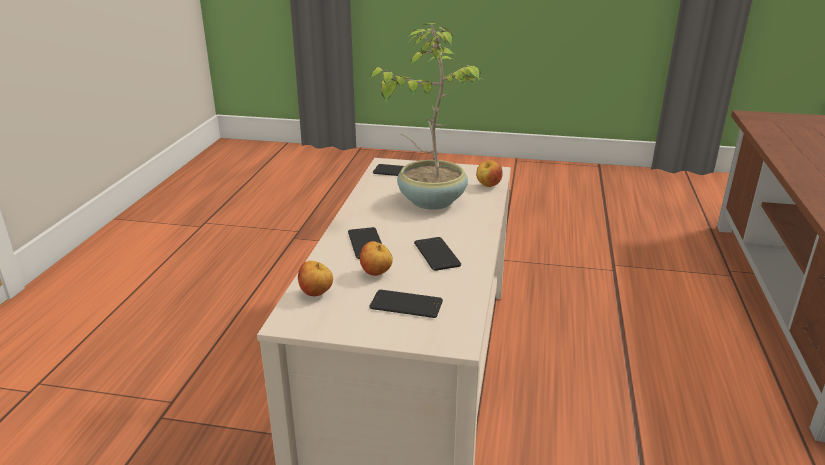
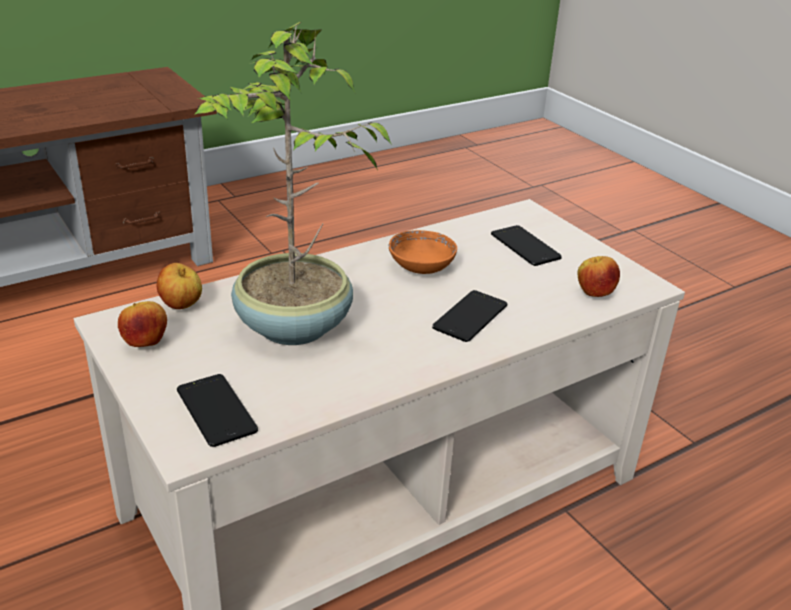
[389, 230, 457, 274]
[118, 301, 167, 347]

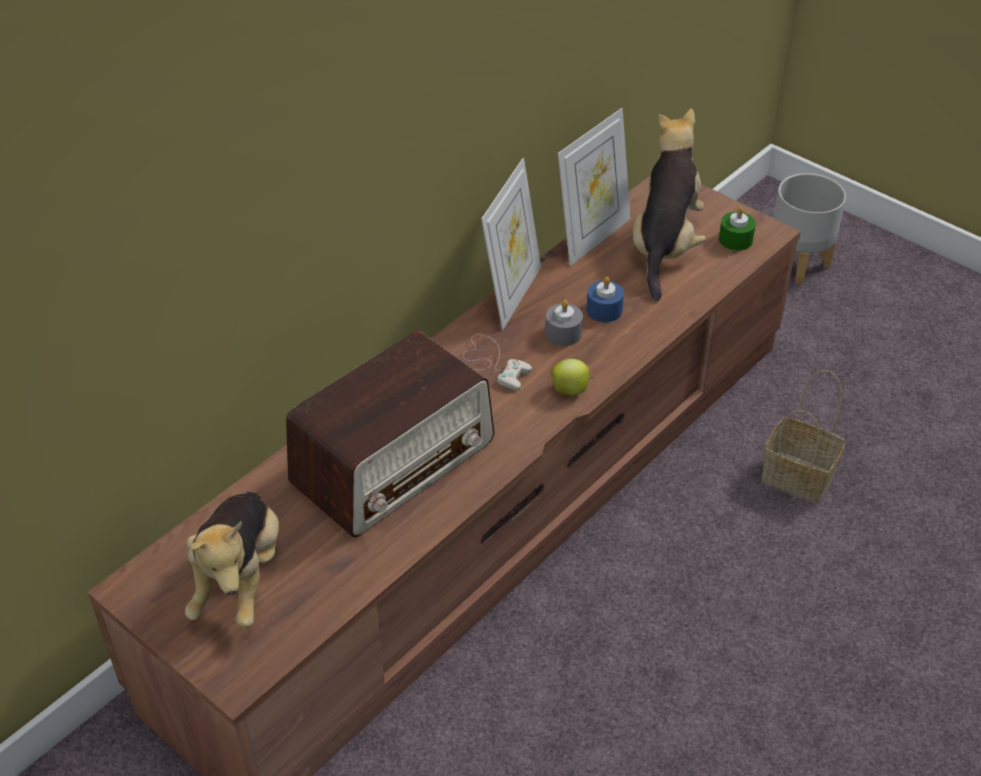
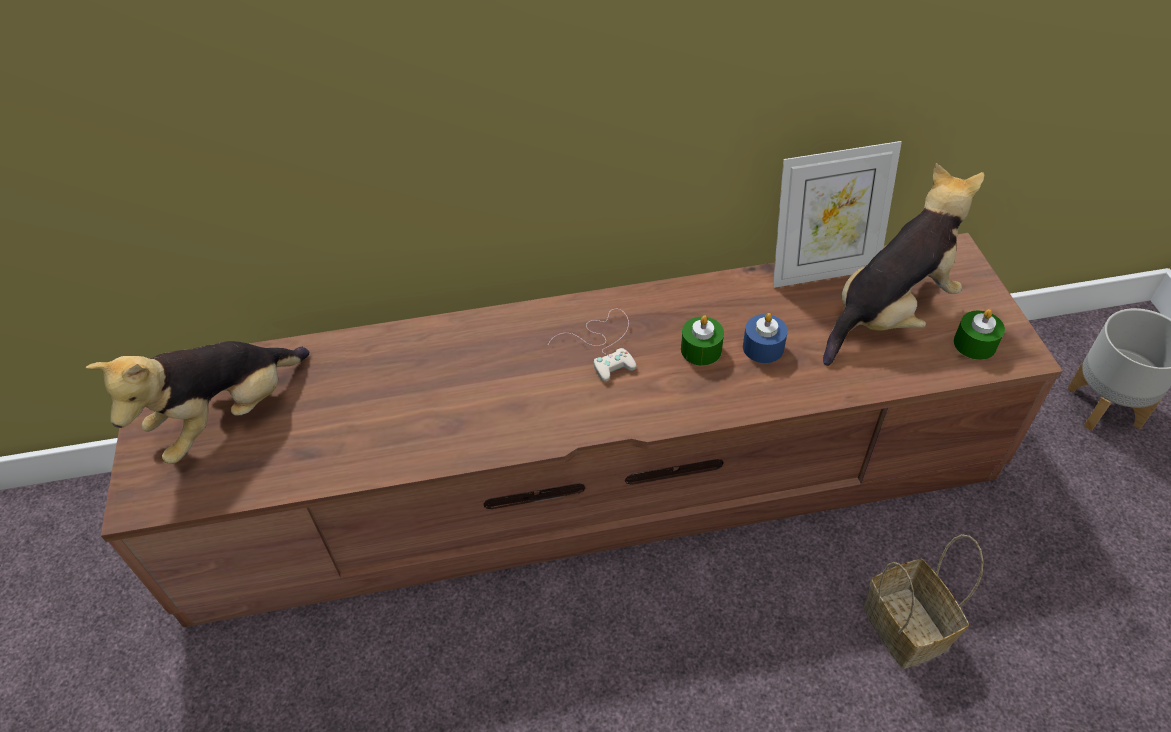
[481, 158, 541, 330] (first image)
[681, 315, 724, 366]
[286, 330, 494, 537] (first image)
[551, 359, 593, 395] (first image)

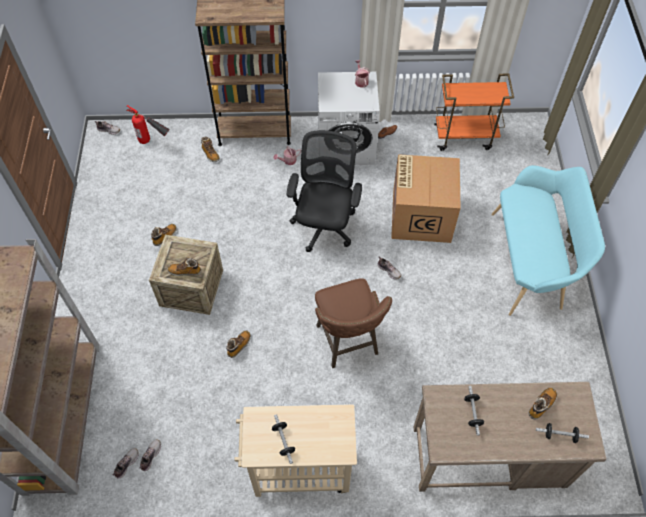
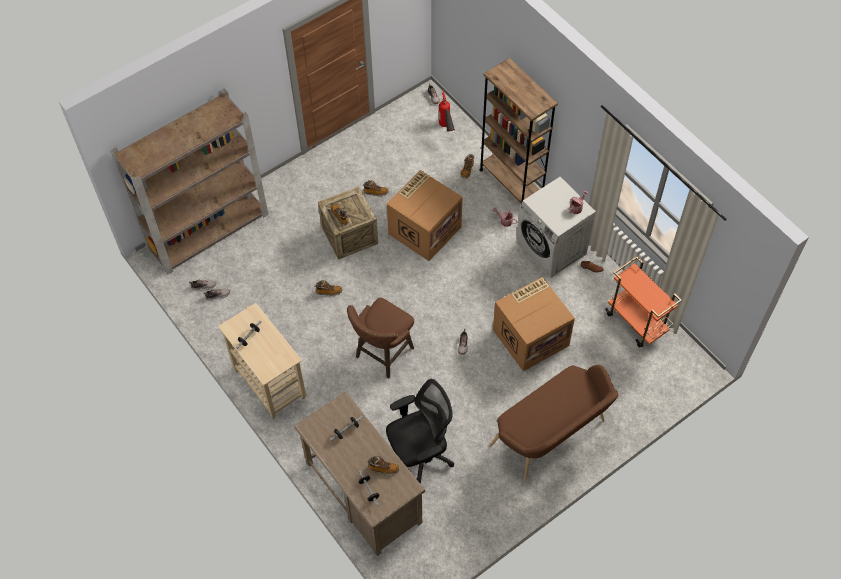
[386, 379, 454, 483]
[490, 365, 618, 480]
[387, 170, 463, 261]

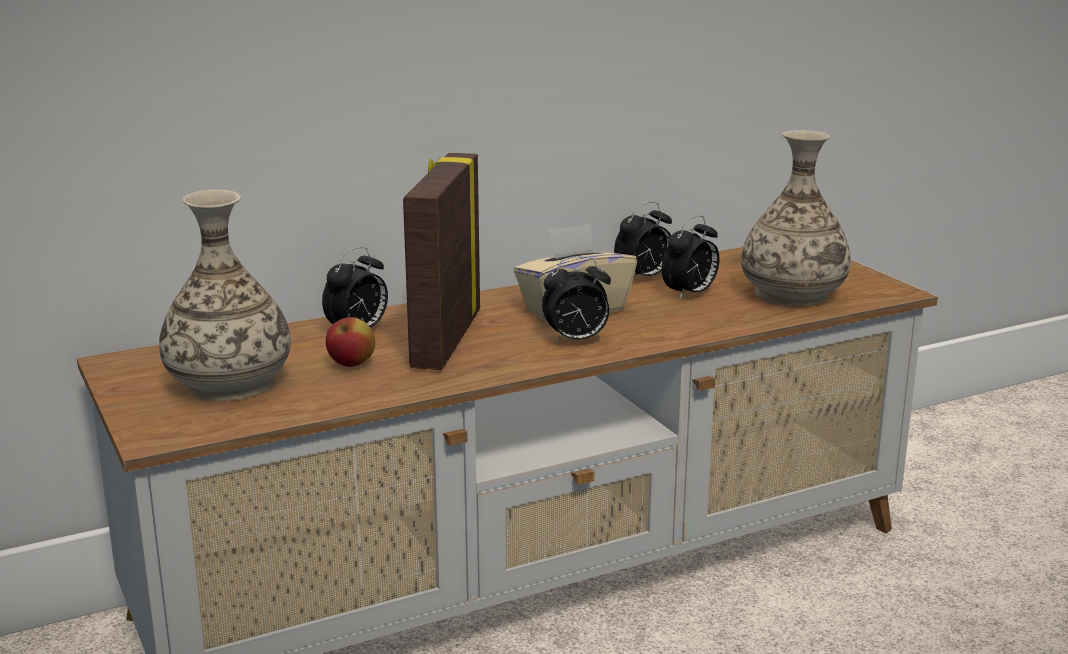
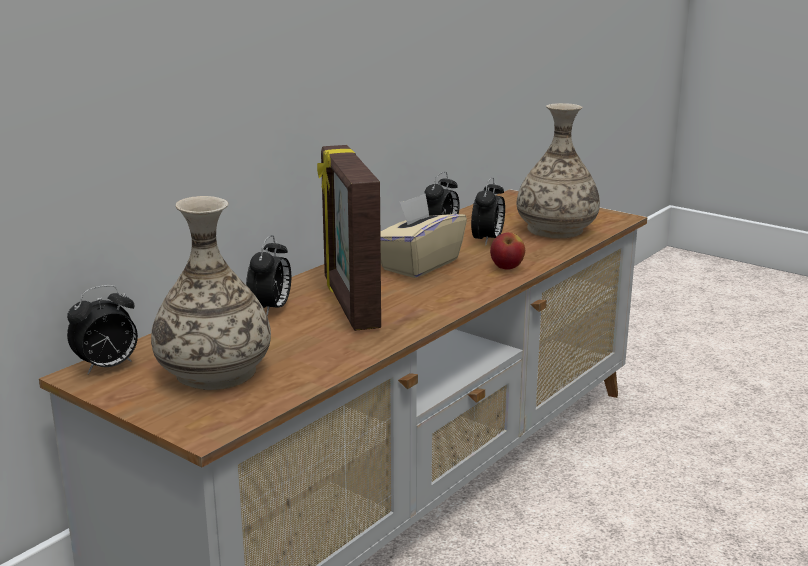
[67, 285, 138, 374]
[490, 232, 525, 270]

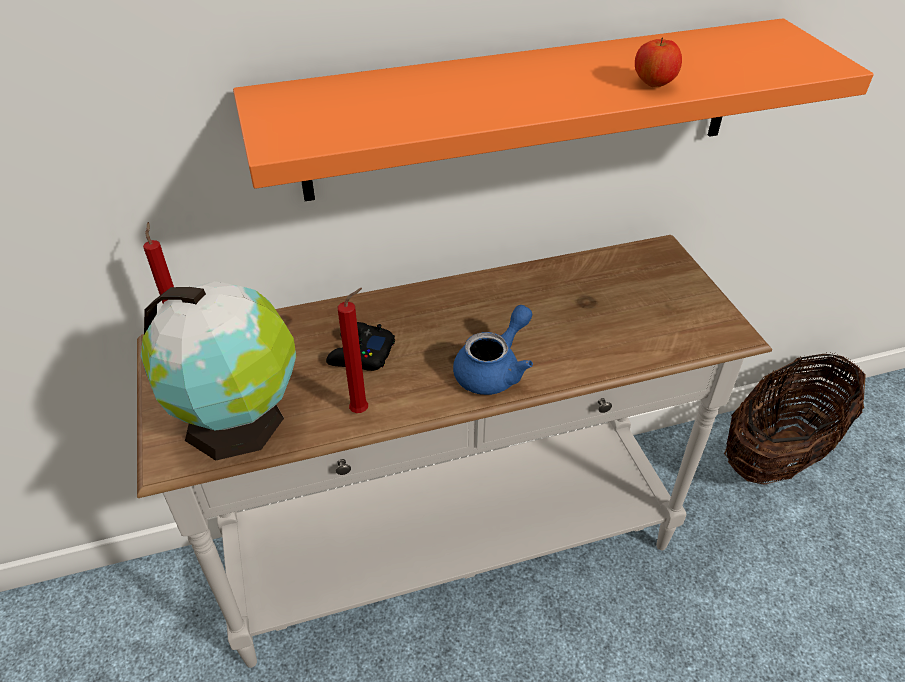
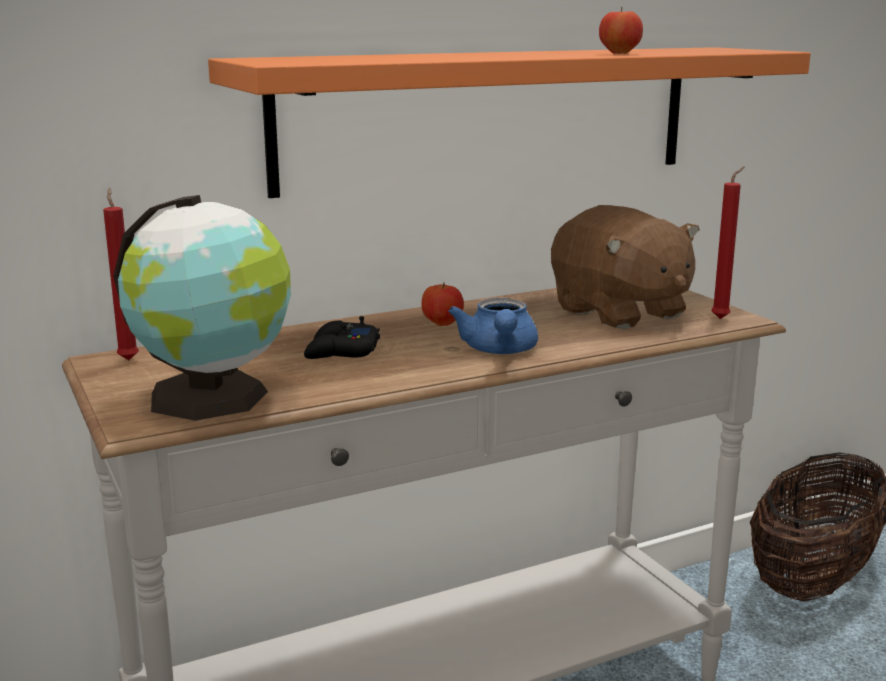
[711, 166, 744, 319]
[448, 298, 538, 354]
[551, 205, 700, 329]
[421, 283, 464, 326]

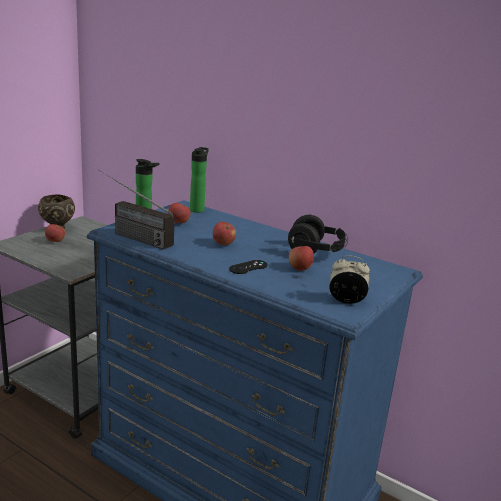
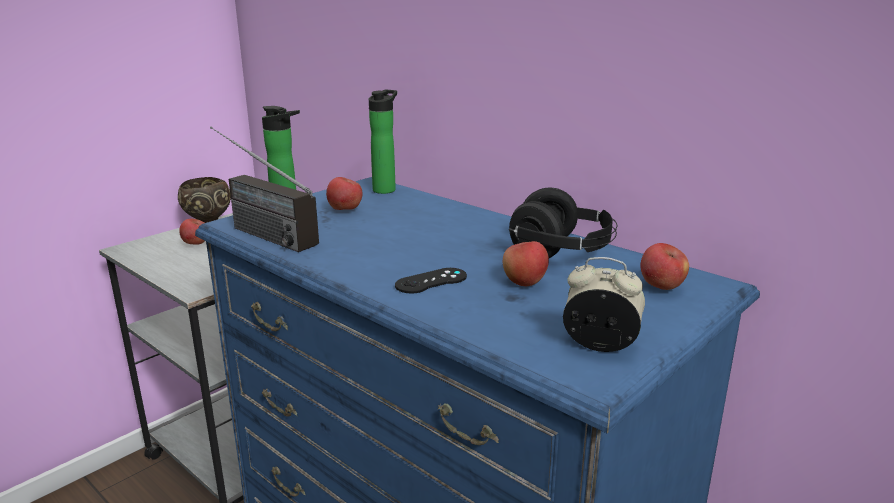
[640, 243, 689, 290]

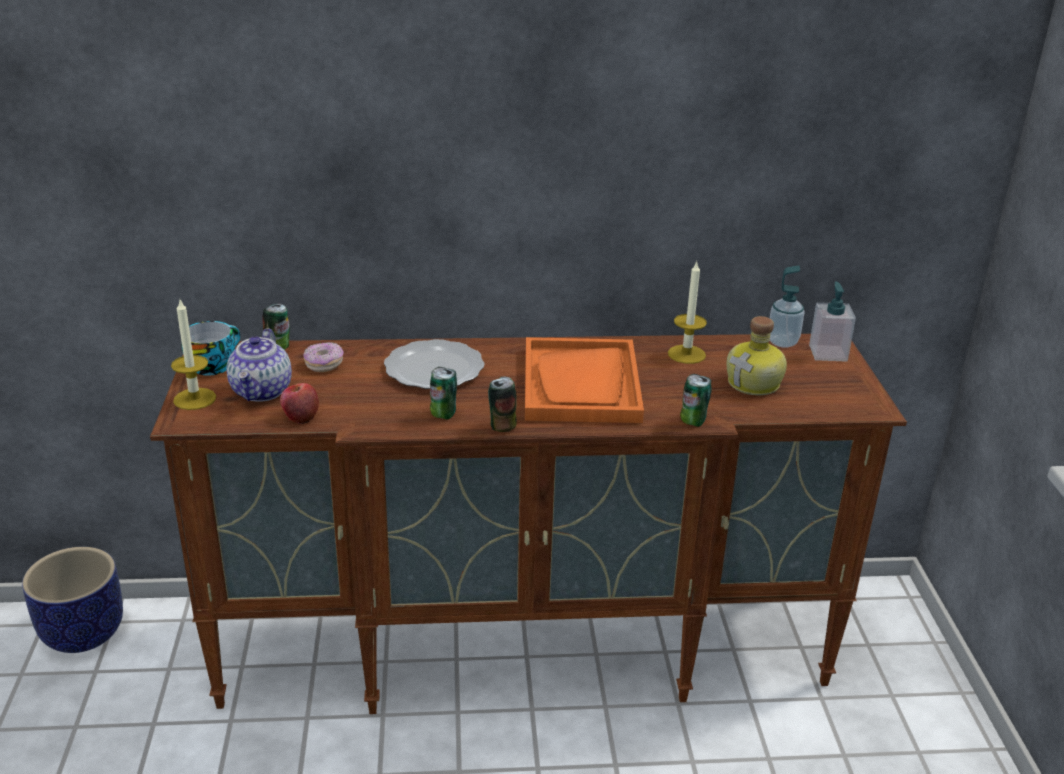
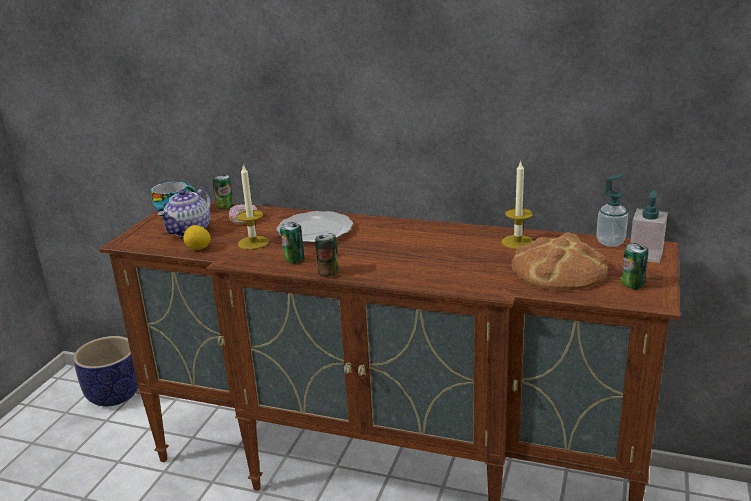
[237, 164, 269, 250]
[512, 232, 608, 290]
[525, 337, 644, 423] (first image)
[621, 243, 649, 290]
[183, 225, 211, 250]

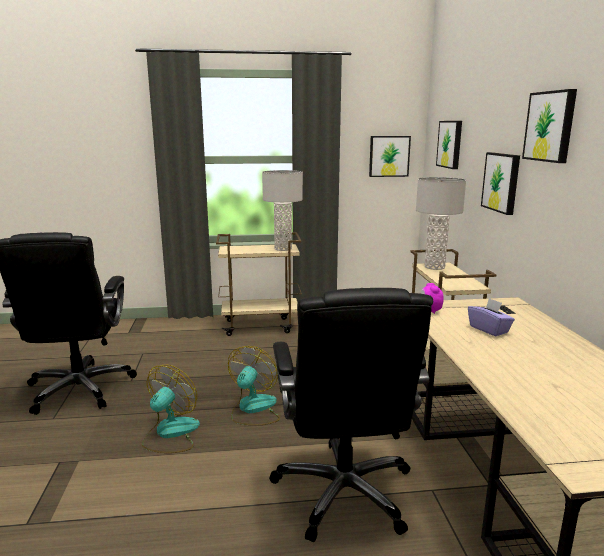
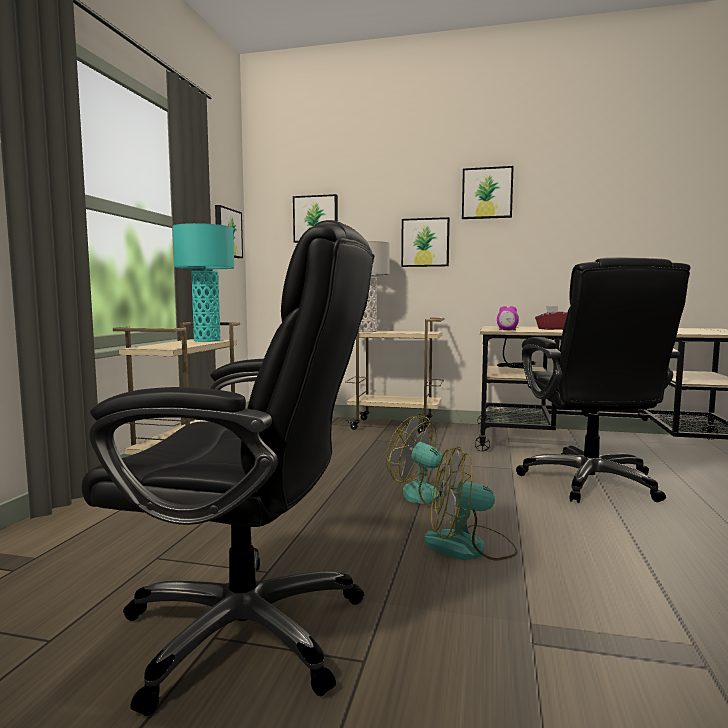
[173, 223, 234, 342]
[516, 257, 691, 503]
[535, 306, 568, 330]
[424, 446, 518, 561]

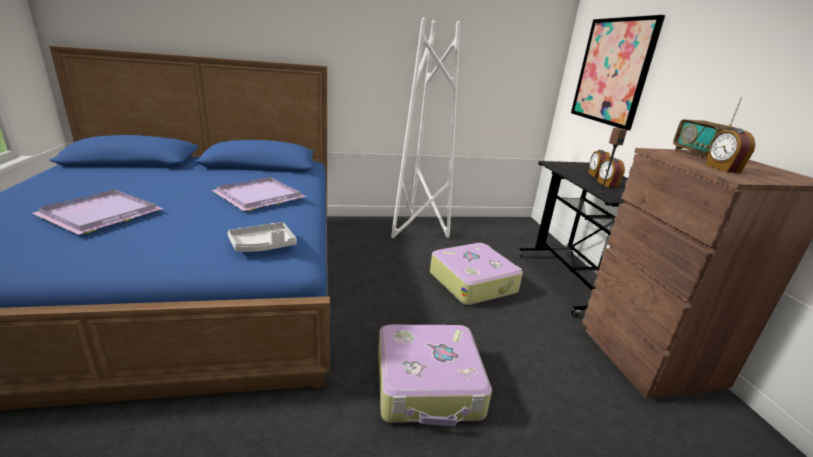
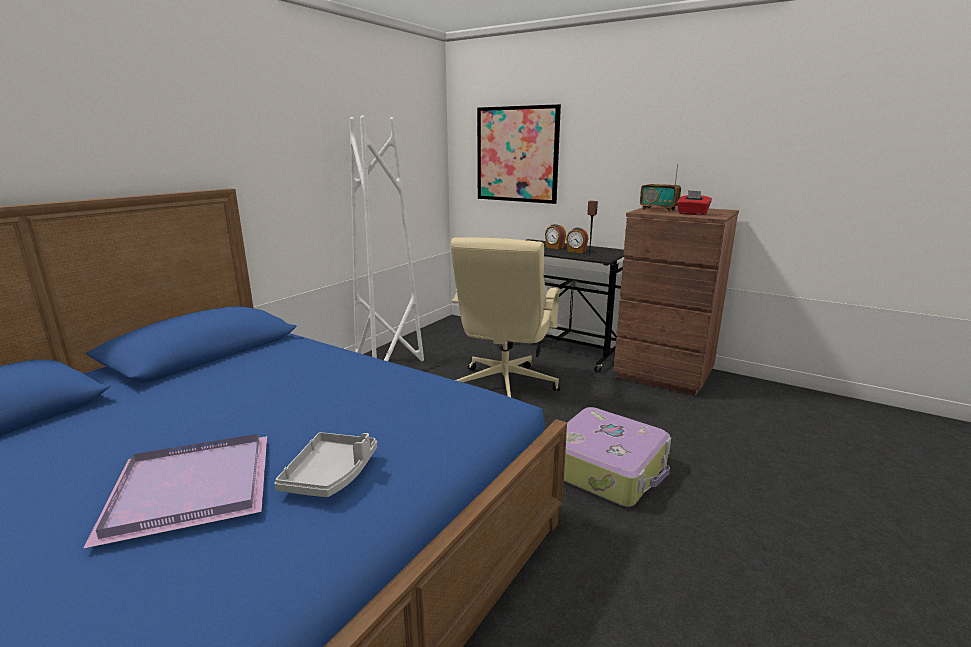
[677, 190, 712, 215]
[212, 177, 306, 211] (first image)
[274, 432, 377, 497]
[451, 237, 560, 397]

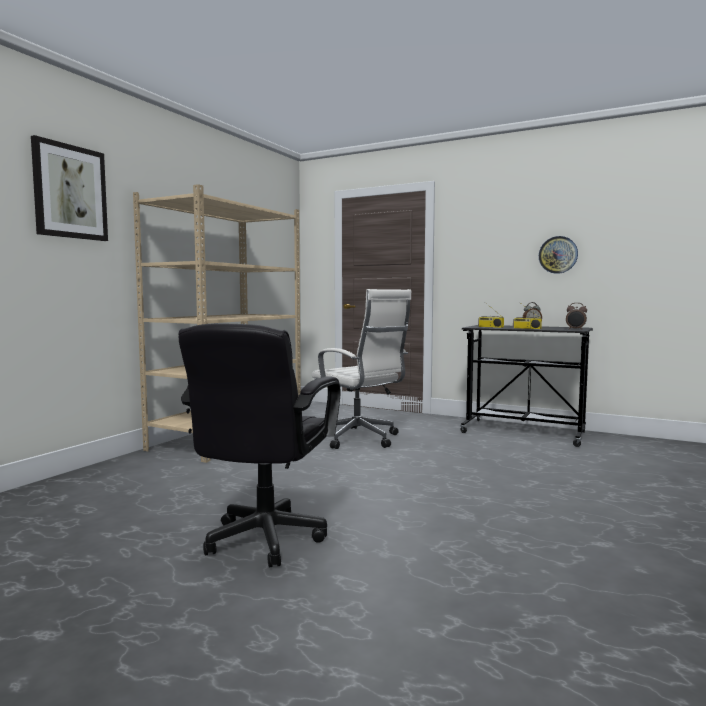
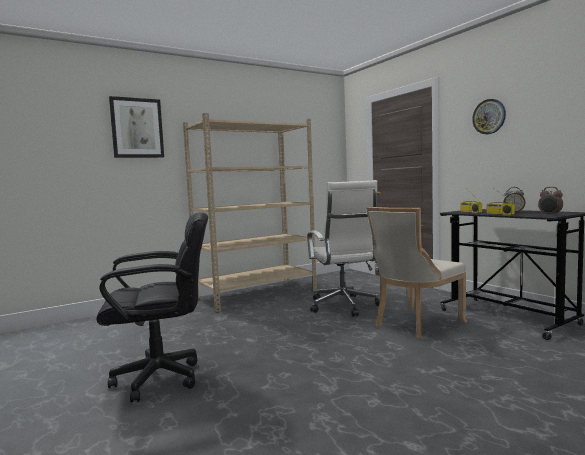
[472, 99, 506, 134]
[96, 212, 208, 403]
[366, 207, 467, 339]

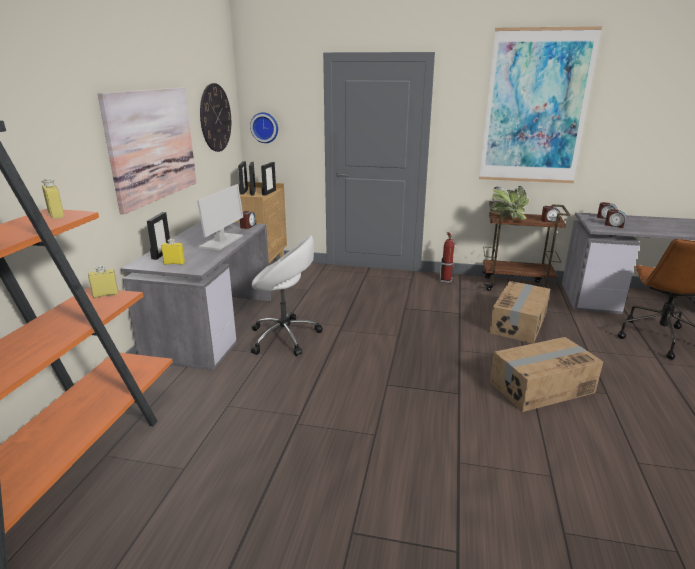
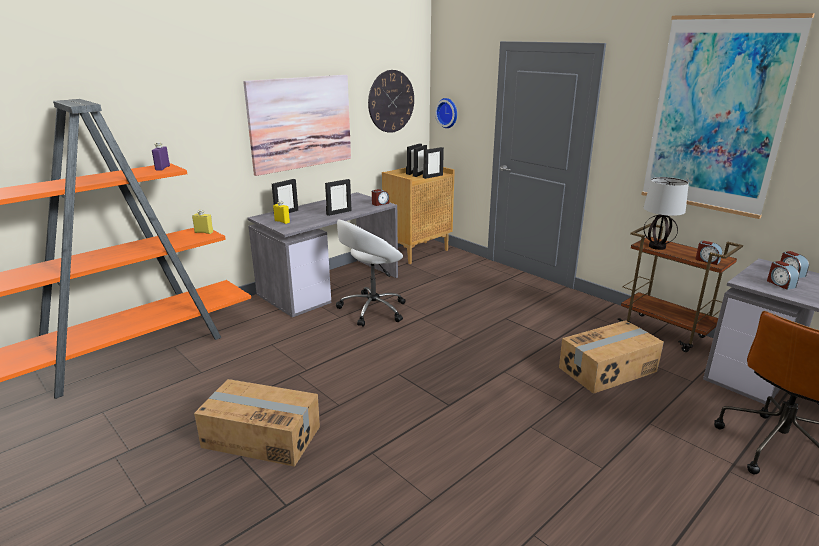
[152, 142, 170, 170]
[325, 179, 352, 216]
[644, 177, 689, 250]
[439, 232, 455, 283] (first image)
[336, 220, 406, 327]
[194, 379, 320, 467]

